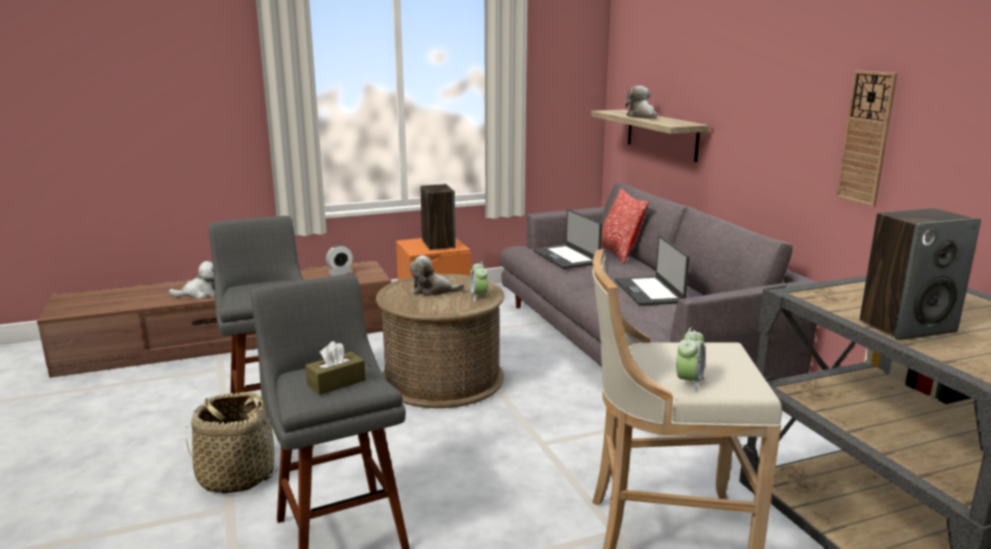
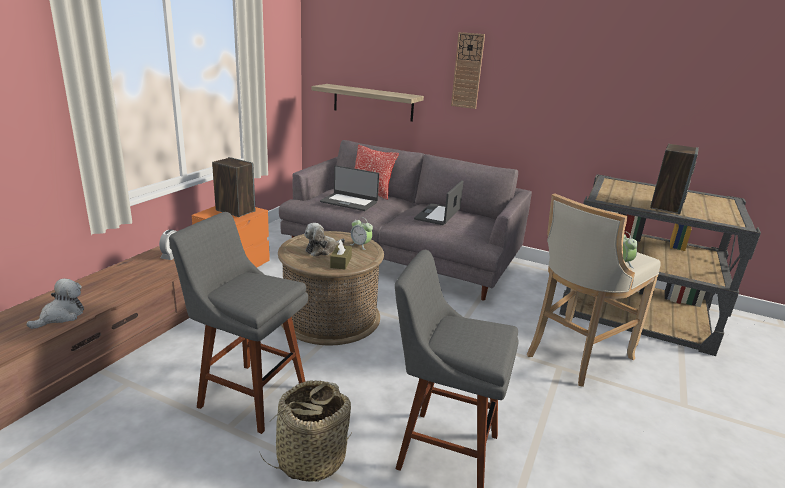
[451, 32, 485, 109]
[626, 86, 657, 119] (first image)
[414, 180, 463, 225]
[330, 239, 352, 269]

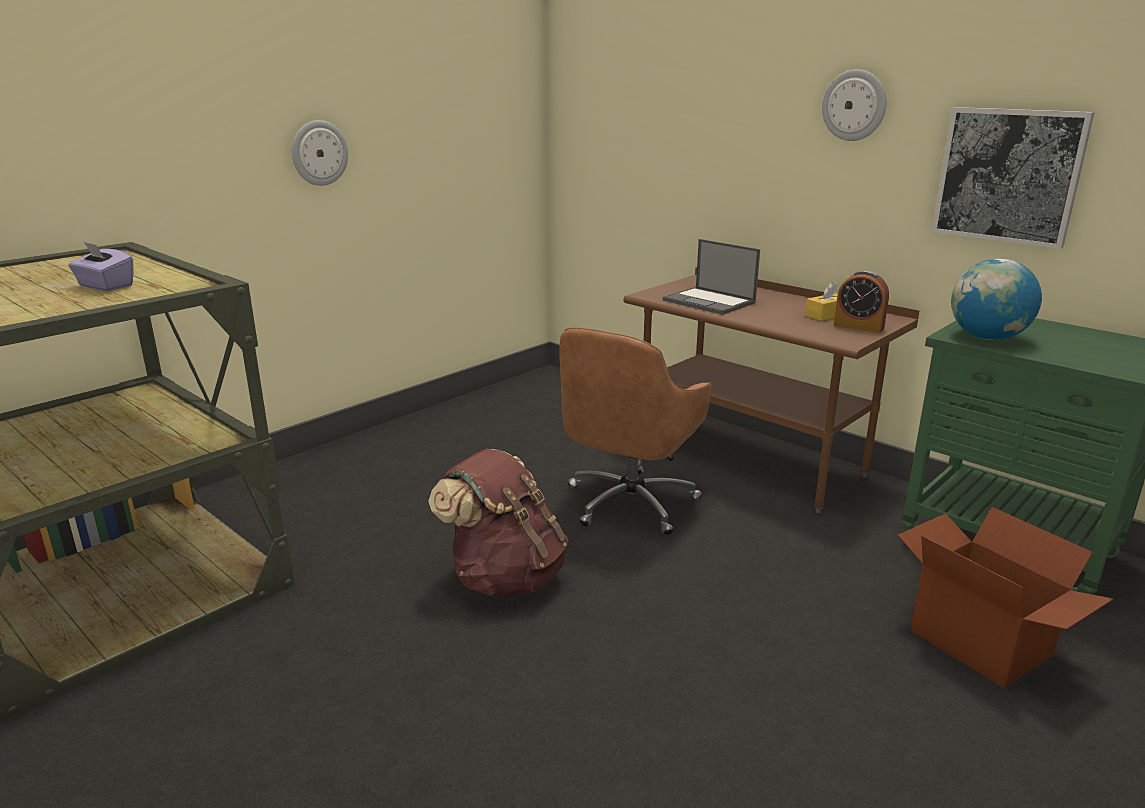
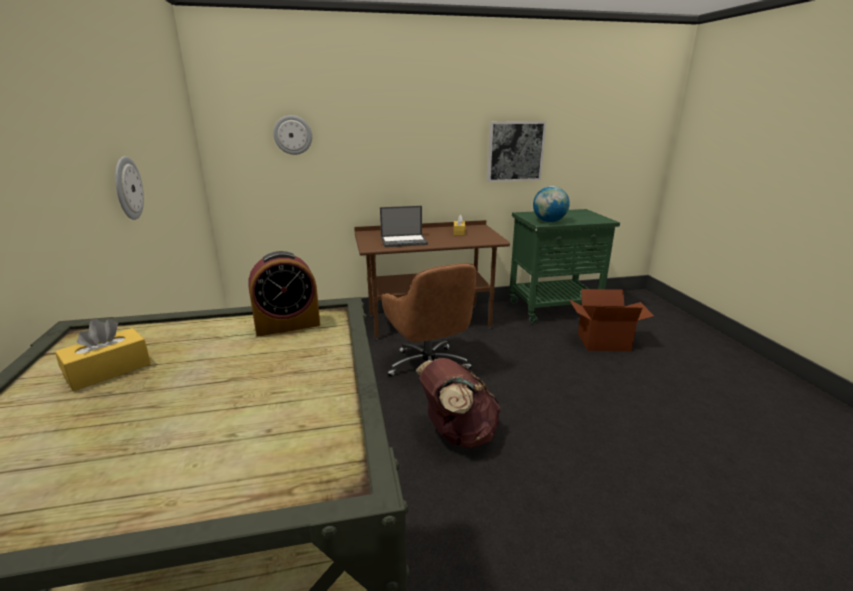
[273, 115, 312, 155]
[68, 241, 134, 292] (first image)
[248, 251, 320, 337]
[55, 319, 151, 391]

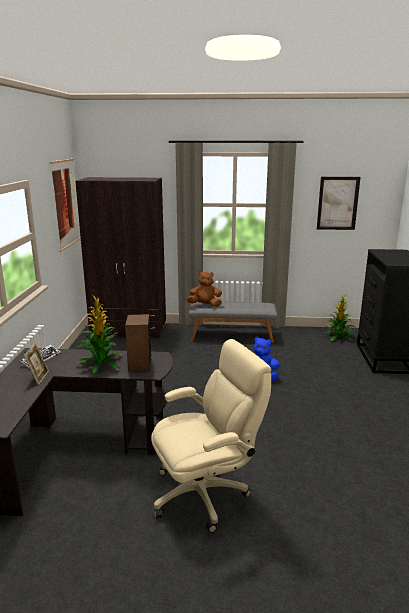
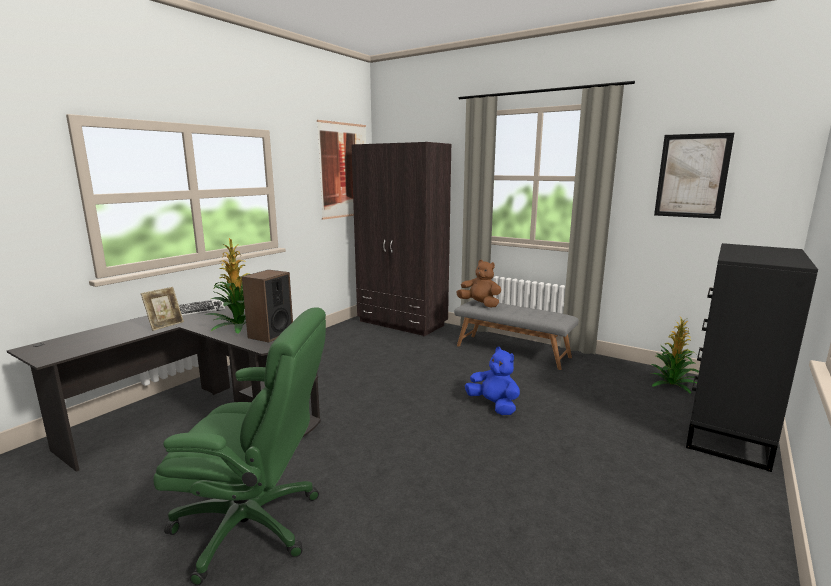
[153, 307, 326, 585]

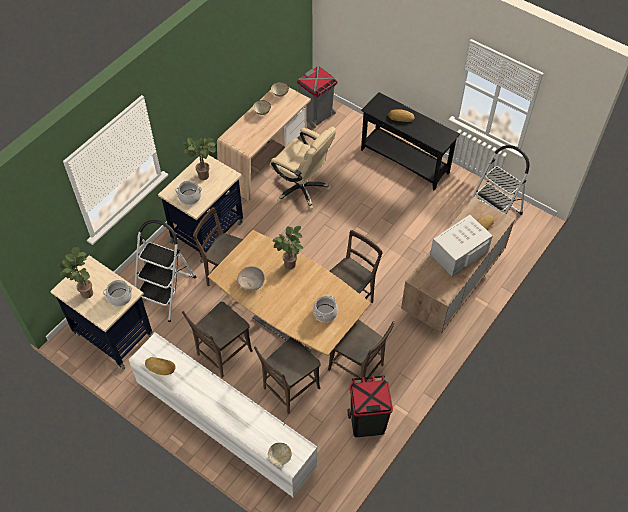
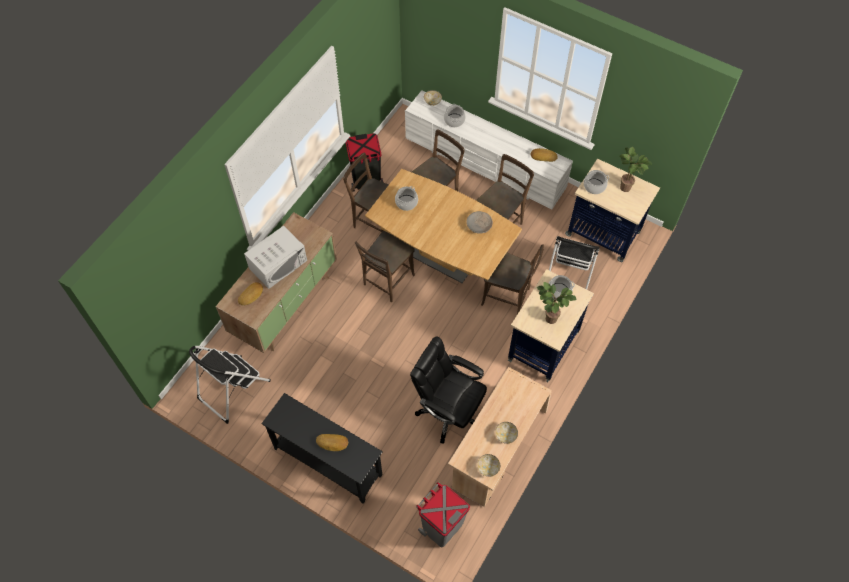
[410, 336, 487, 444]
[272, 226, 303, 269] (first image)
[444, 104, 466, 127]

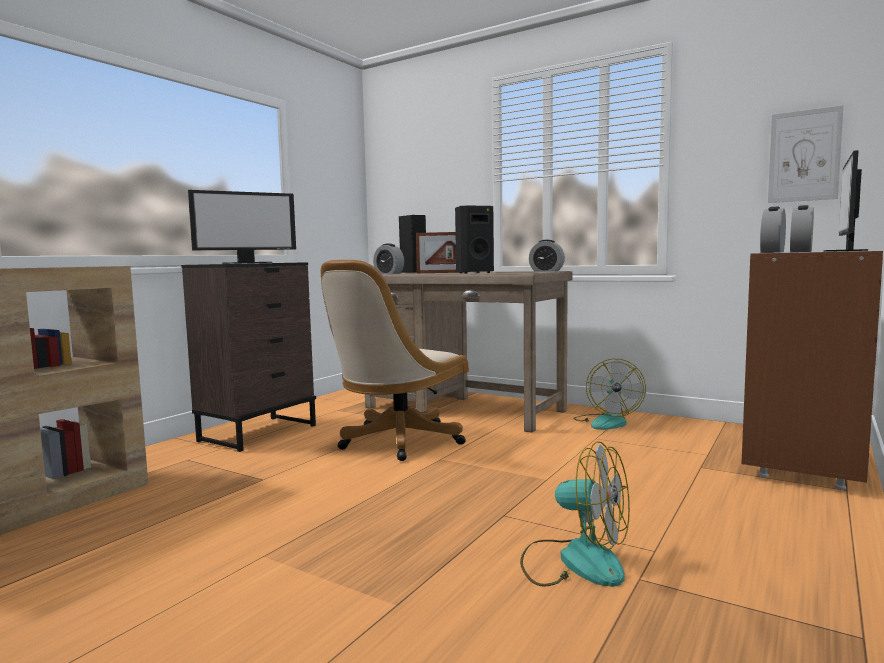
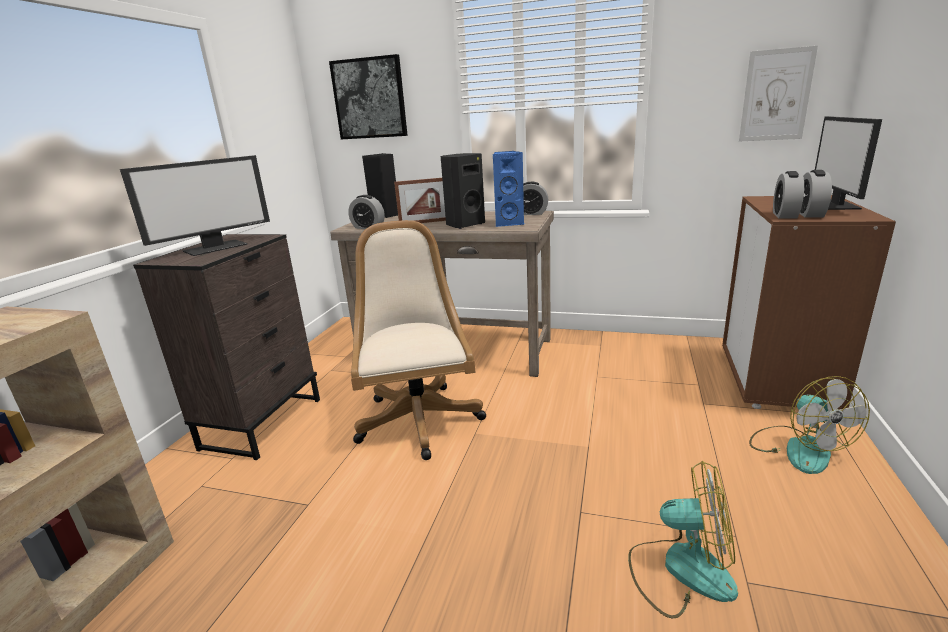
[351, 220, 486, 460]
[749, 376, 870, 474]
[329, 54, 408, 139]
[493, 151, 524, 227]

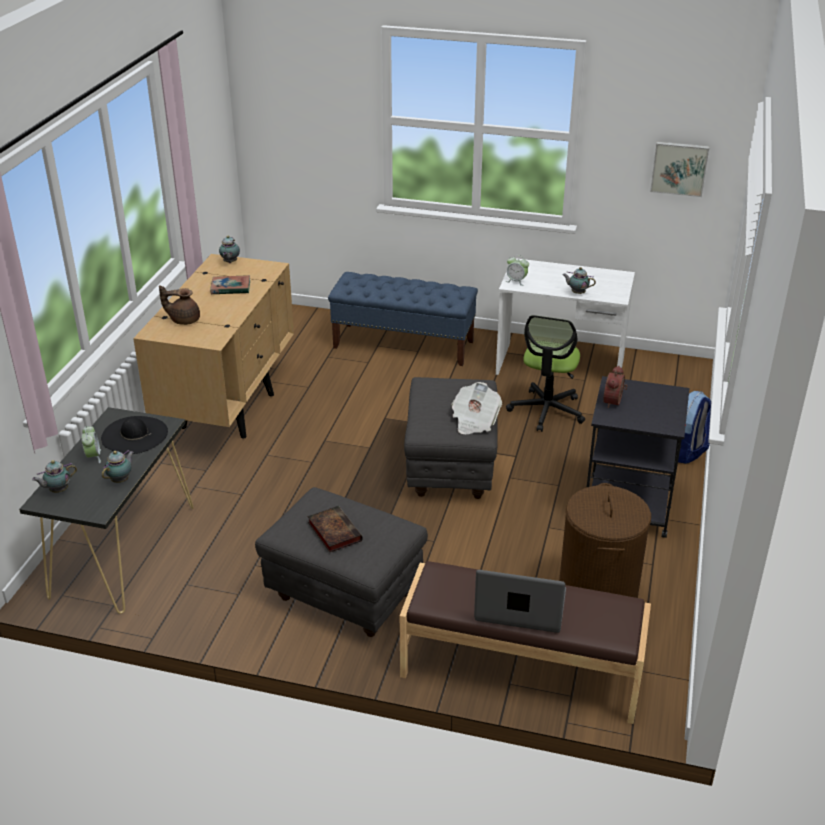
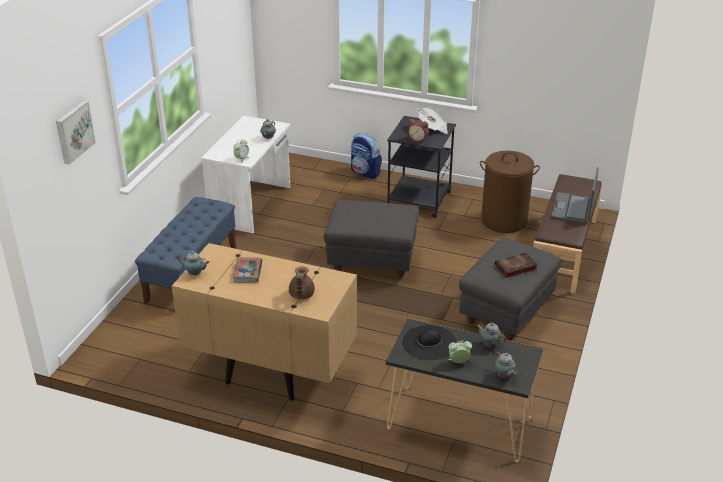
[56, 100, 96, 165]
[506, 315, 585, 432] (first image)
[417, 108, 448, 134]

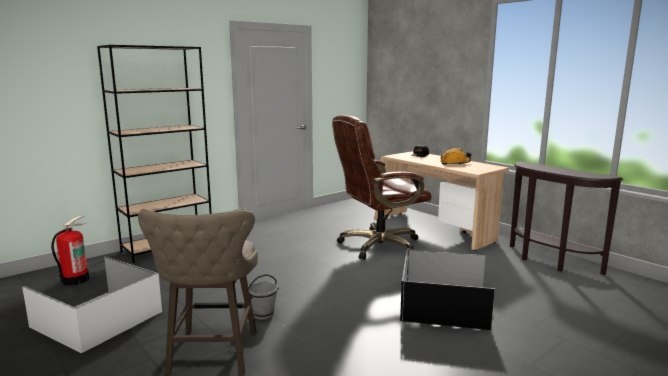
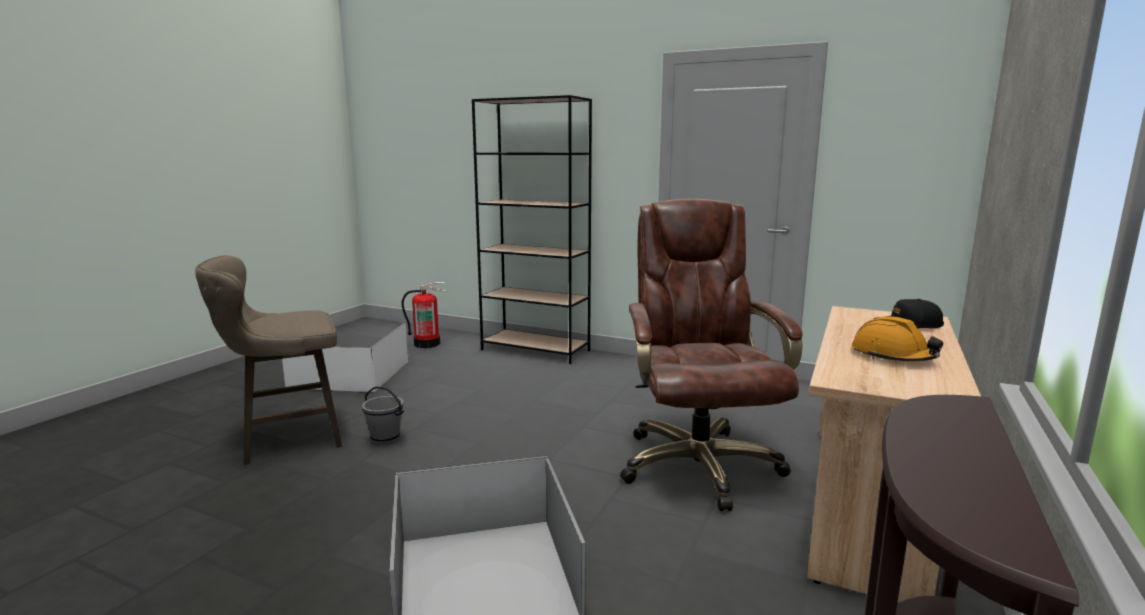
[620, 199, 803, 511]

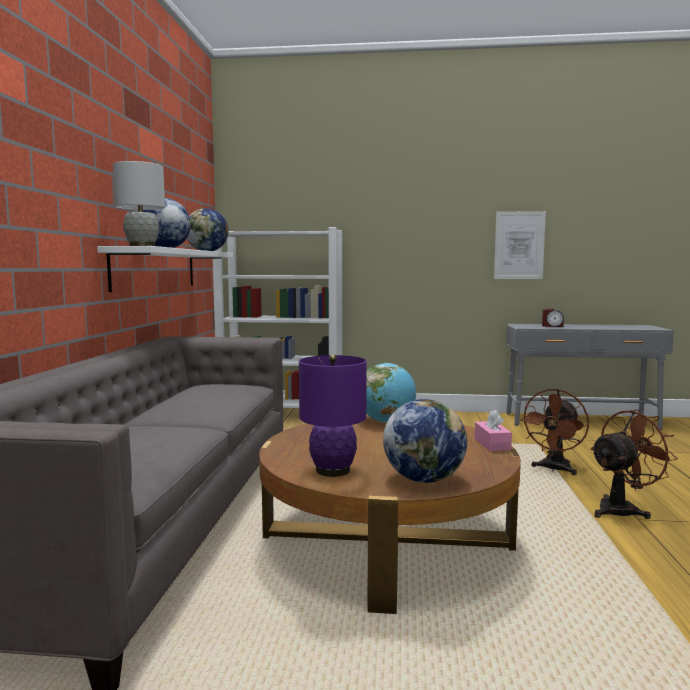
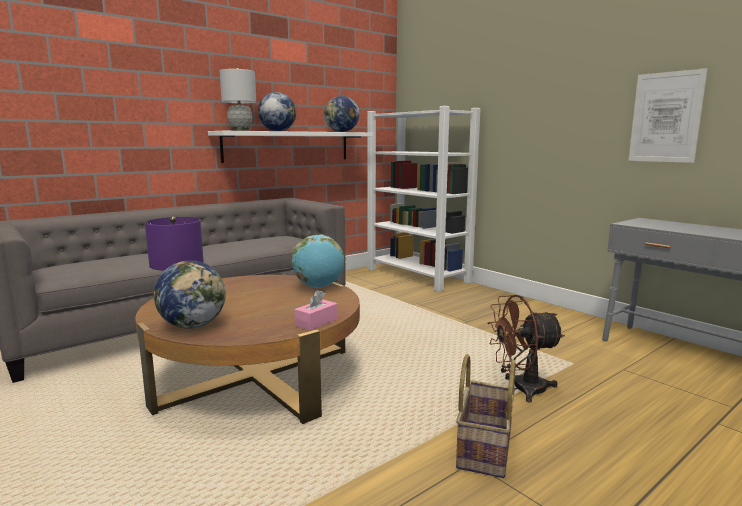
[542, 308, 564, 327] (first image)
[456, 354, 516, 478]

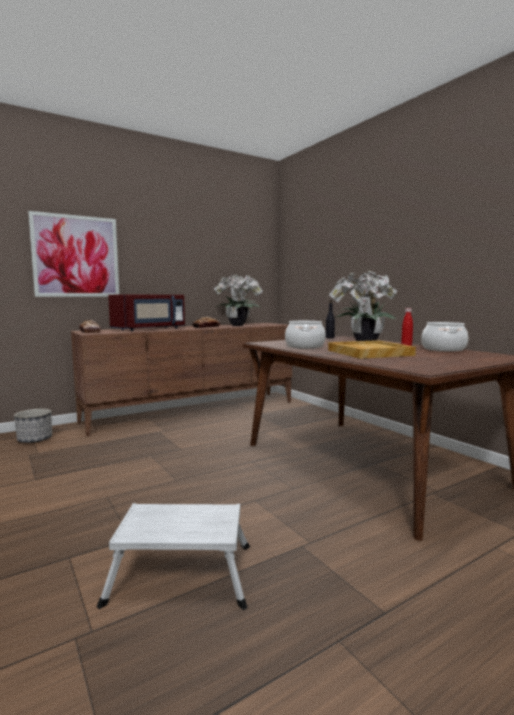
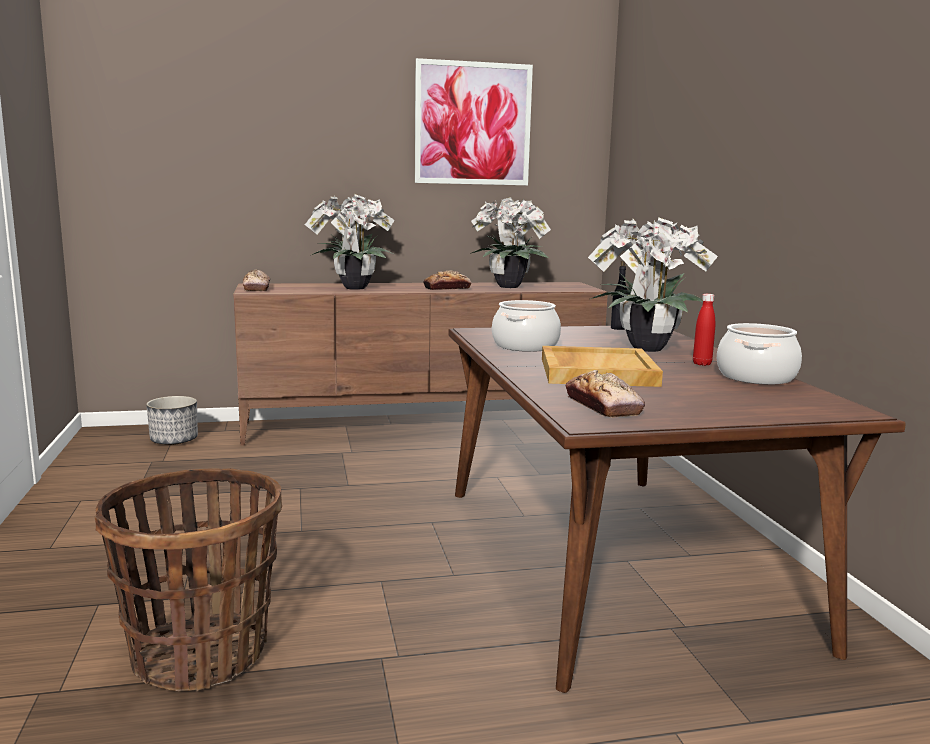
[415, 58, 533, 185]
[305, 194, 395, 290]
[94, 468, 282, 691]
[565, 370, 645, 418]

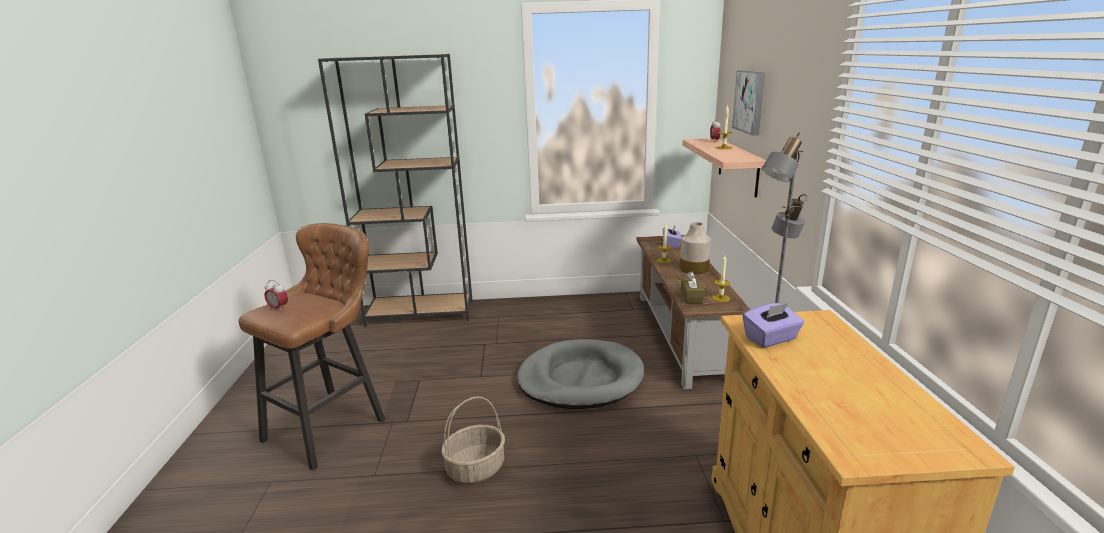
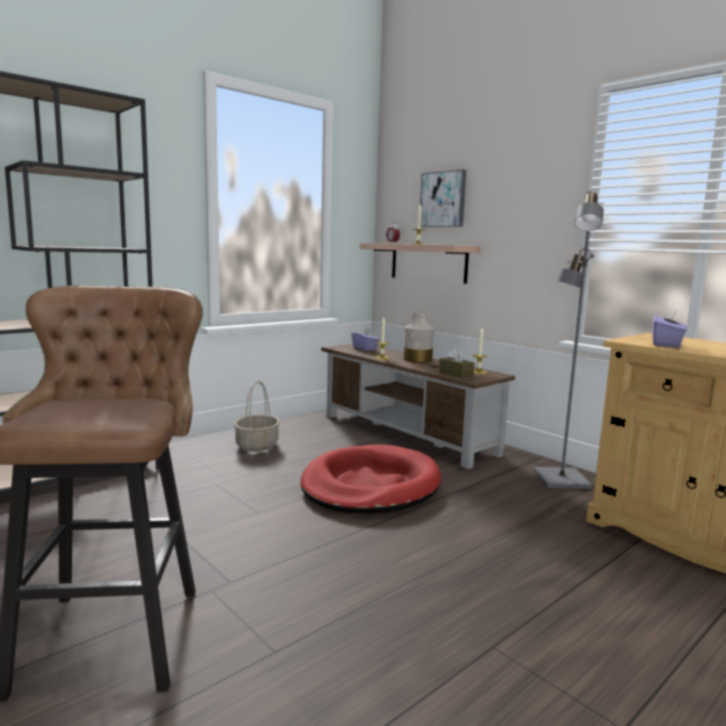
[264, 280, 288, 312] (first image)
[300, 445, 441, 514]
[234, 381, 280, 452]

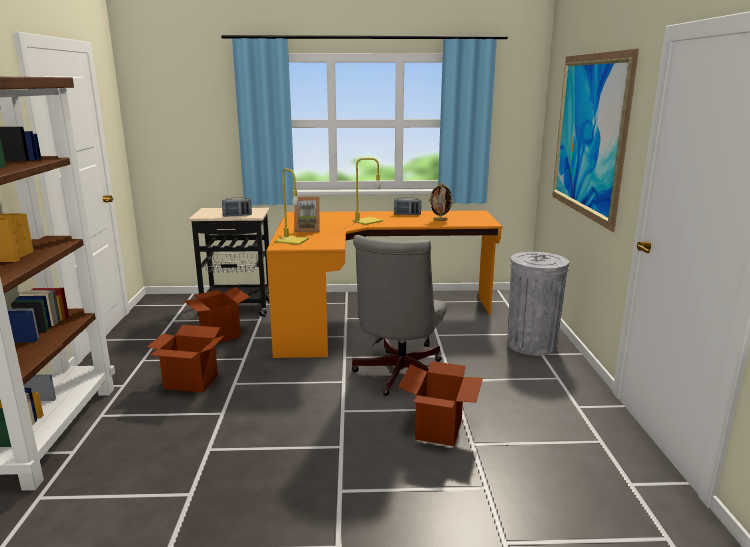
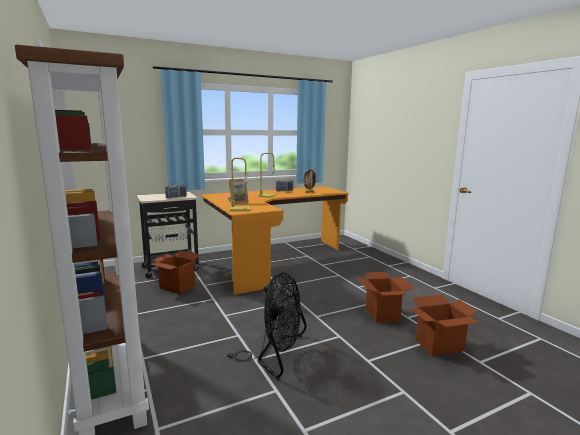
[552, 48, 639, 232] (first image)
[352, 235, 447, 396] (first image)
[507, 252, 569, 356] (first image)
[410, 294, 480, 356]
[227, 272, 307, 380]

